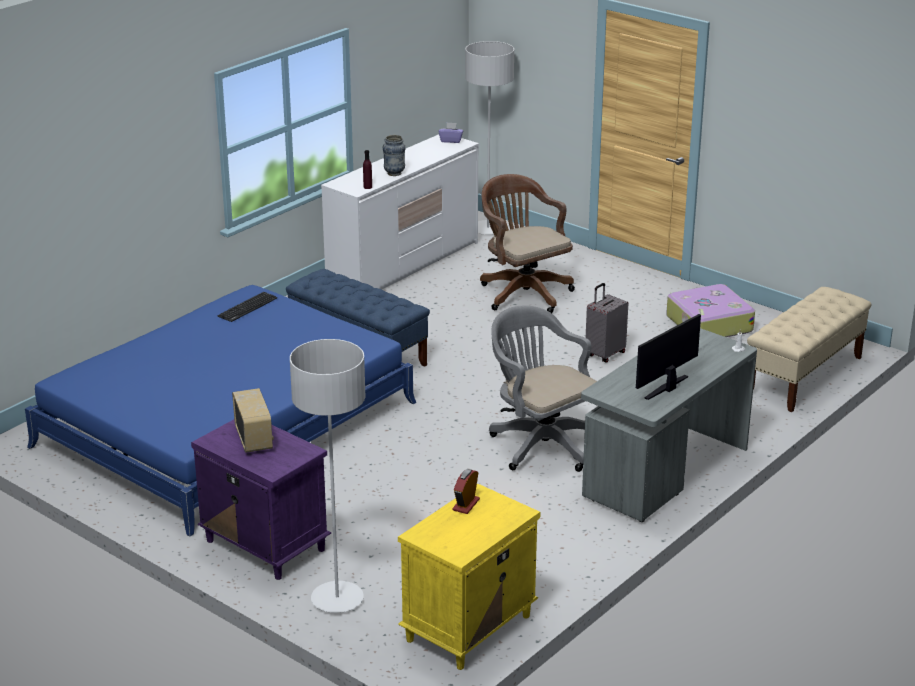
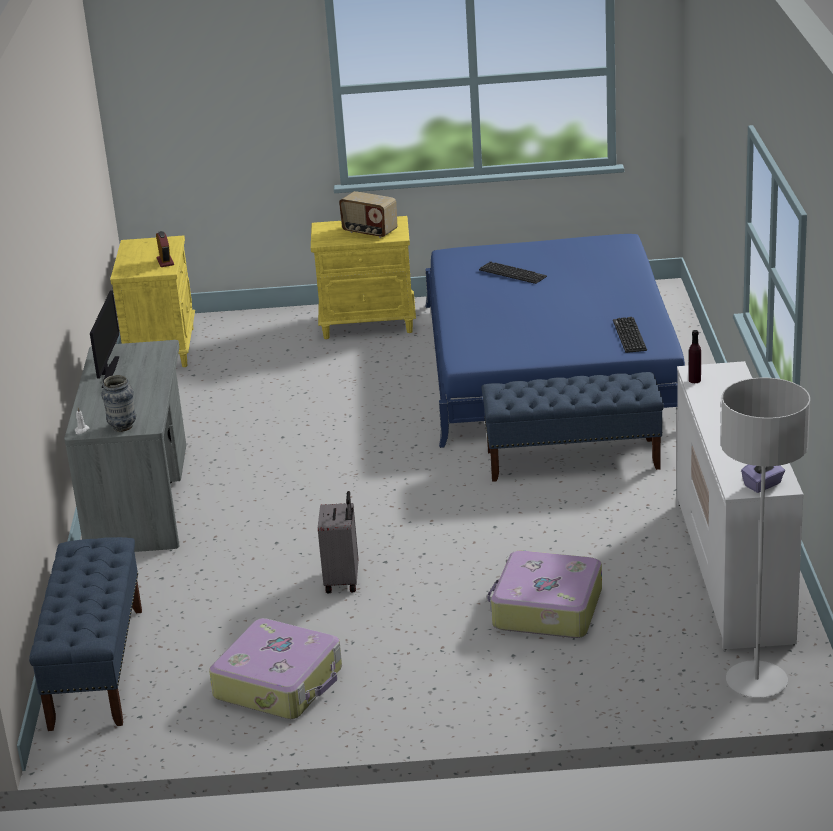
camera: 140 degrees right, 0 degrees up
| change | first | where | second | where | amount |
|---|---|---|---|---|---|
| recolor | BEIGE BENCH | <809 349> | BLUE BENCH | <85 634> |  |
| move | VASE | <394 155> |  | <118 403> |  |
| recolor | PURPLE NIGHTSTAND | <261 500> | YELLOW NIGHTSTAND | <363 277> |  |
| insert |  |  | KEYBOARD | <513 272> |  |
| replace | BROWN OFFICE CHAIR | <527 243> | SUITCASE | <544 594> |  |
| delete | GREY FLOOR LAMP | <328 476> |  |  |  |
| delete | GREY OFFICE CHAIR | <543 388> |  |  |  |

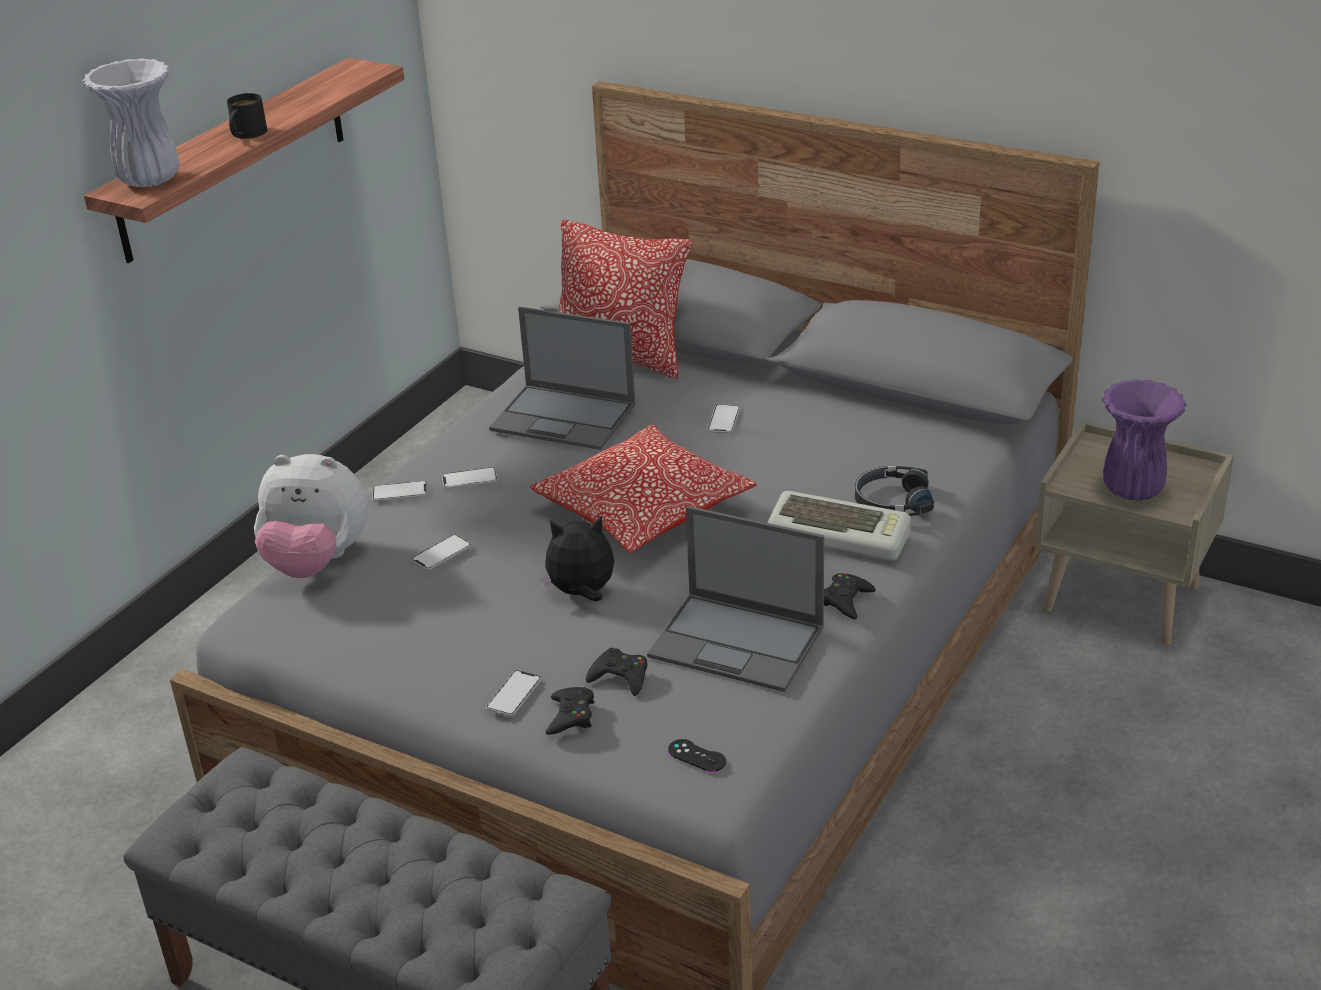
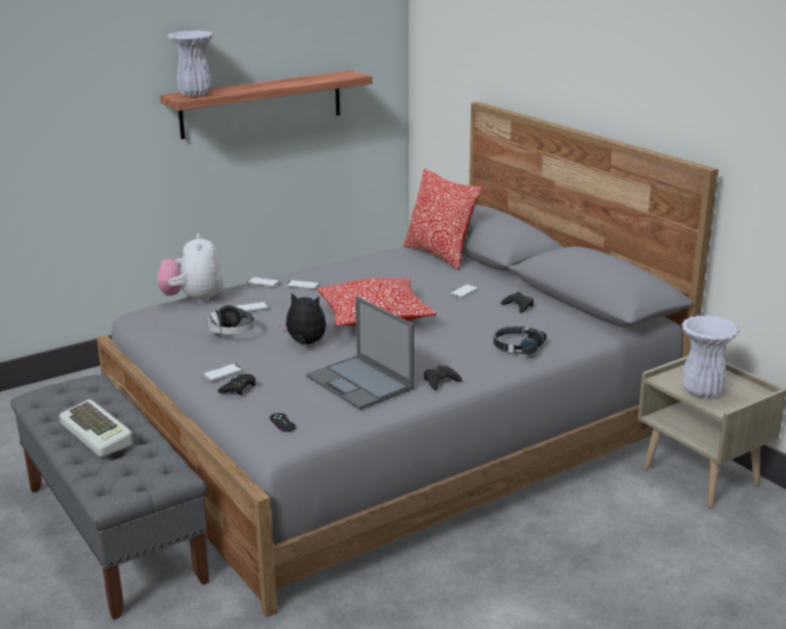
camera: 25 degrees right, 10 degrees down
| change | first | where | second | where | amount |
|---|---|---|---|---|---|
| move | KEYBOARD | <839 526> |  | <96 428> |  |
| rotate | PLUSH TOY | <311 516> |  | <191 268> | 45 degrees clockwise |
| insert |  |  | HEADPHONES | <231 319> |  |
| move | BLACK GAME CONTROLLER | <616 672> |  | <517 302> |  |
| recolor | PURPLE VASE | <1144 440> | WHITE VASE | <710 356> |  |
| delete | BLACK MUG | <247 116> |  |  |  |
| delete | LAPTOP | <562 378> |  |  |  |

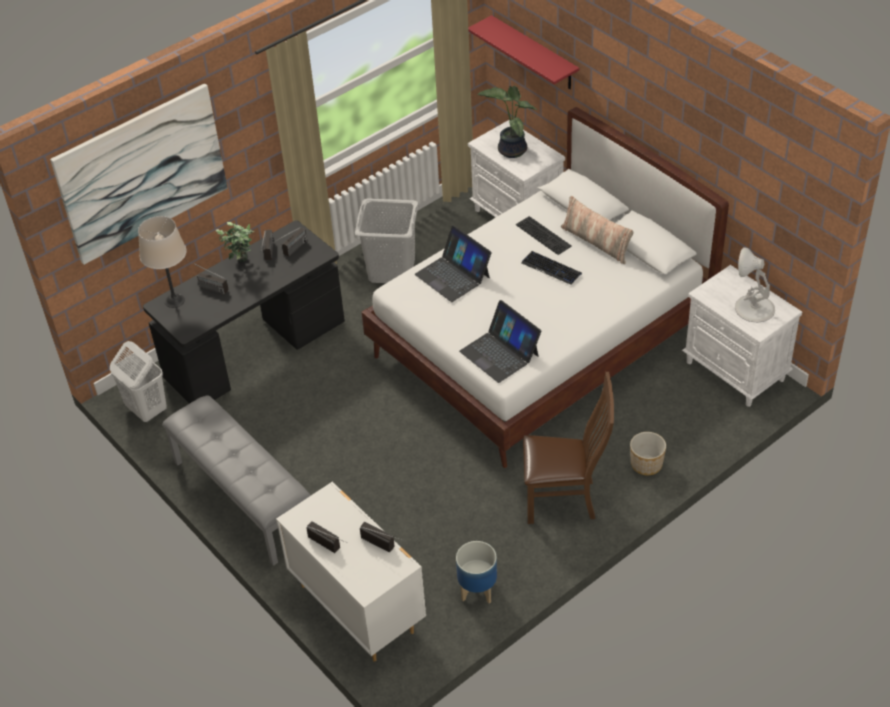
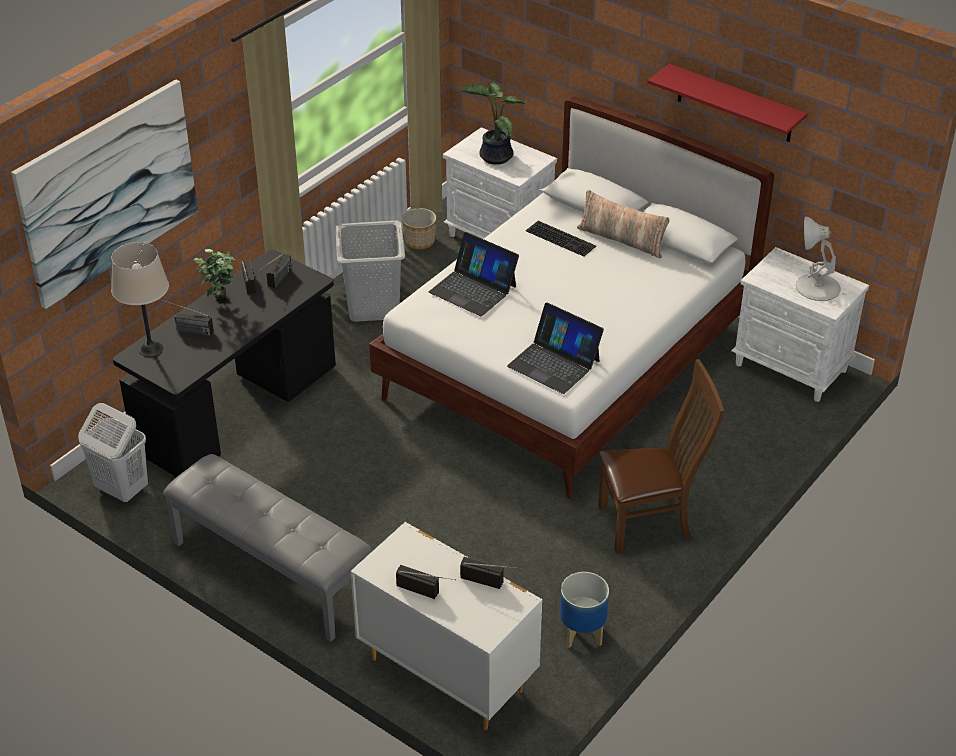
camera: 15 degrees left, 5 degrees down
| change | first | where | second | where | amount |
|---|---|---|---|---|---|
| move | PLANTER | <648 453> |  | <419 229> |  |
| move | RED SHELF | <523 52> |  | <727 103> |  |
| delete | KEYBOARD | <551 268> |  |  |  |

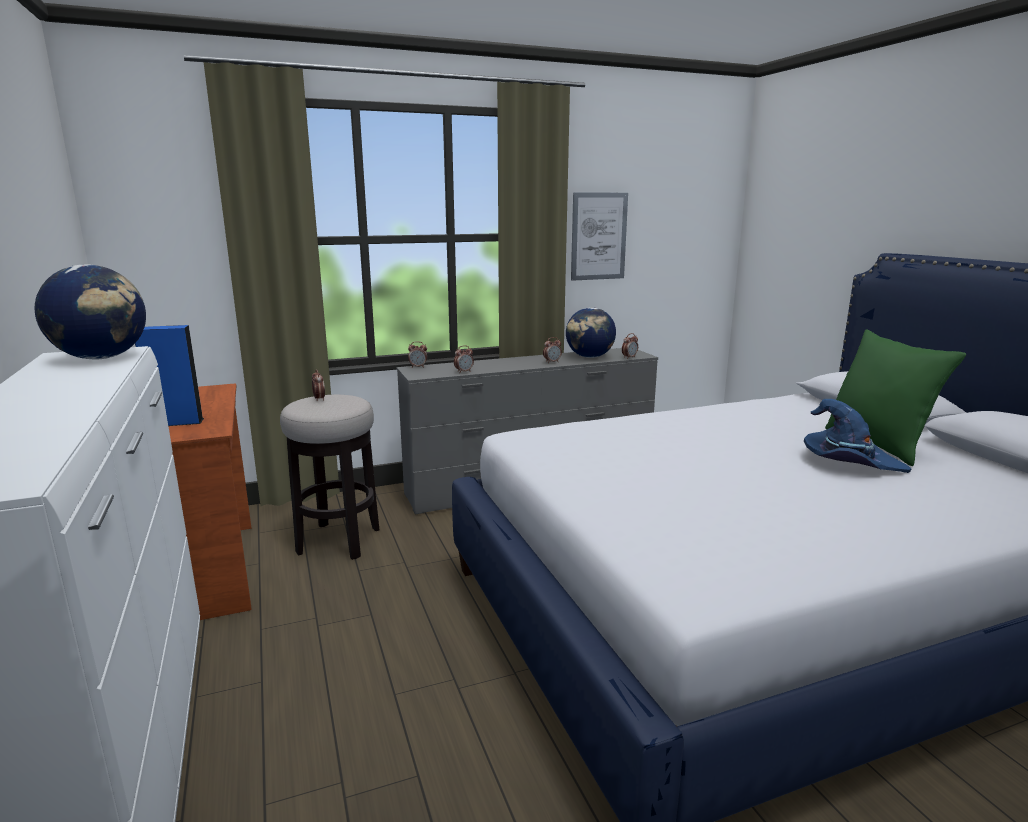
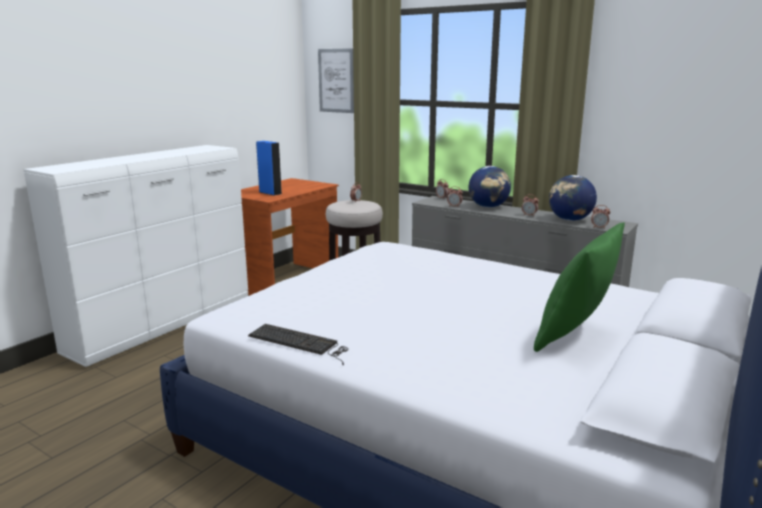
camera: 55 degrees right, 0 degrees up
| change | first | where | second | where | amount |
|---|---|---|---|---|---|
| insert |  |  | KEYBOARD | <298 344> |  |
| move | PICTURE | <599 236> |  | <336 80> |  |
| move | GLOBE | <90 312> |  | <490 187> |  |
| delete | BLUE HAT | <857 436> |  |  |  |

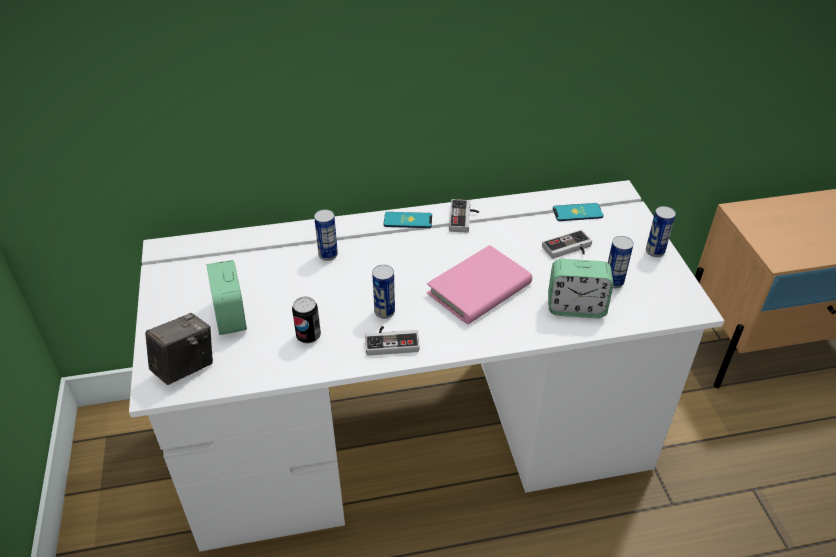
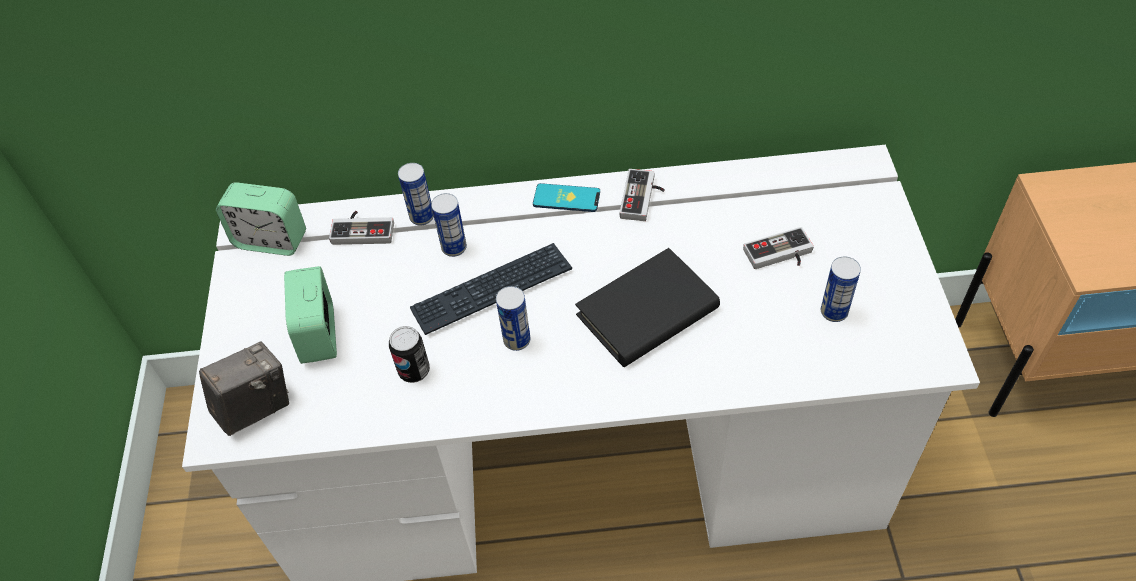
camera: 10 degrees right, 10 degrees up
| change | first | where | second | where | amount |
|---|---|---|---|---|---|
| move | ALARM CLOCK | <580 288> |  | <261 219> |  |
| move | GAME CONTROLLER | <392 341> |  | <361 228> |  |
| move | CAN | <661 231> |  | <416 194> |  |
| insert |  |  | KEYBOARD | <491 289> |  |
| recolor | PINK BOOK | <479 285> | BLACK BOOK | <647 307> |  |
| delete | PHONE | <578 212> |  |  |  |

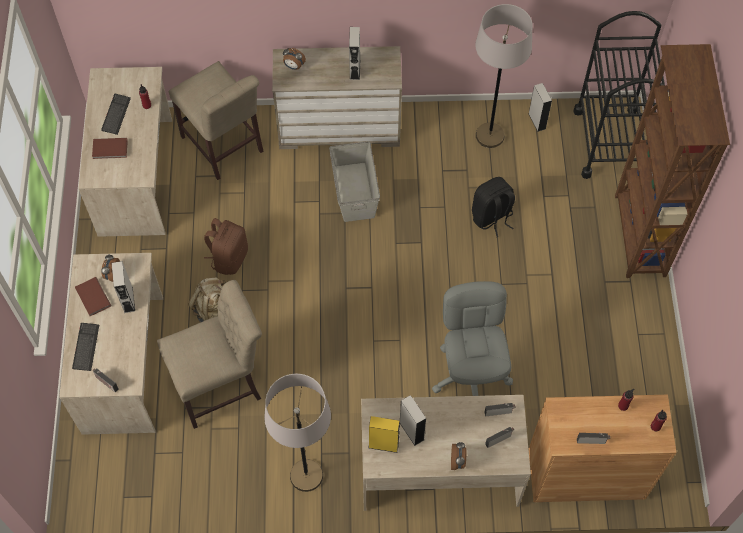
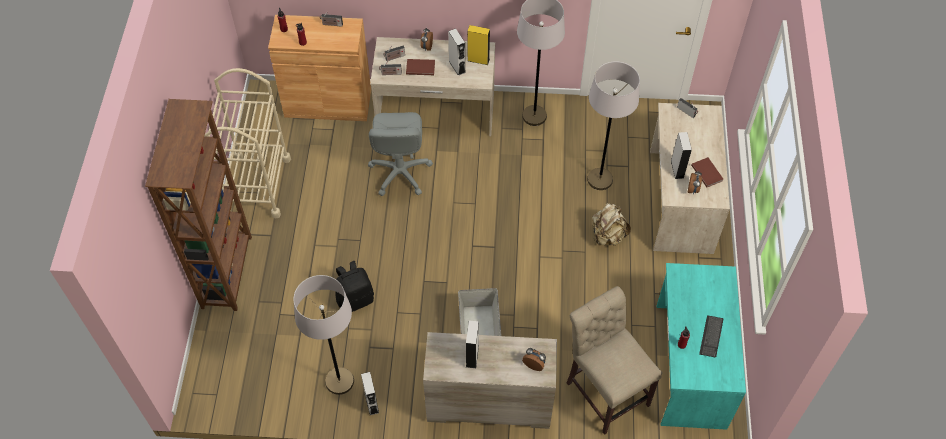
camera: 175 degrees left, 5 degrees down
| change | first | where | second | where | amount |
|---|---|---|---|---|---|
| insert |  |  | BEIGE CART | <247 143> |  |
| move | GREY SPEAKER | <540 107> |  | <370 393> |  |
| move | BROWN BOOK | <110 148> |  | <420 67> |  |
| replace | BEIGE CHAIR | <209 354> | GREY FLOOR LAMP | <613 125> |  |
| recolor | BEIGE DESK | <125 152> | TURQUOISE DESK | <701 346> |  |
| delete | KEYBOARD | <85 347> |  |  |  |
| delete | BROWN BACKPACK | <226 246> |  |  |  |
| delete | BLACK CART | <619 95> |  |  |  |

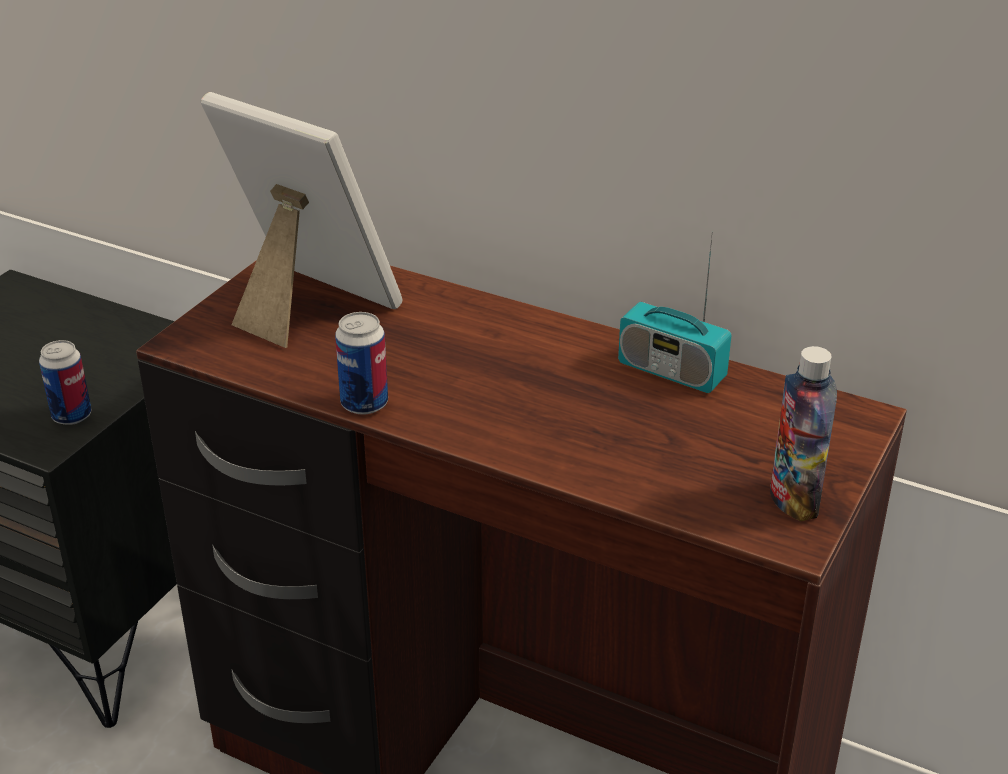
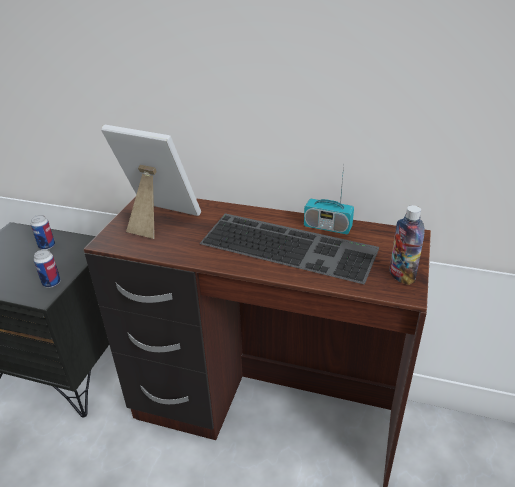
camera: 10 degrees left, 0 degrees up
| change | first | where | second | where | amount |
|---|---|---|---|---|---|
| move | CAN | <361 363> |  | <43 232> |  |
| insert |  |  | KEYBOARD | <289 248> |  |

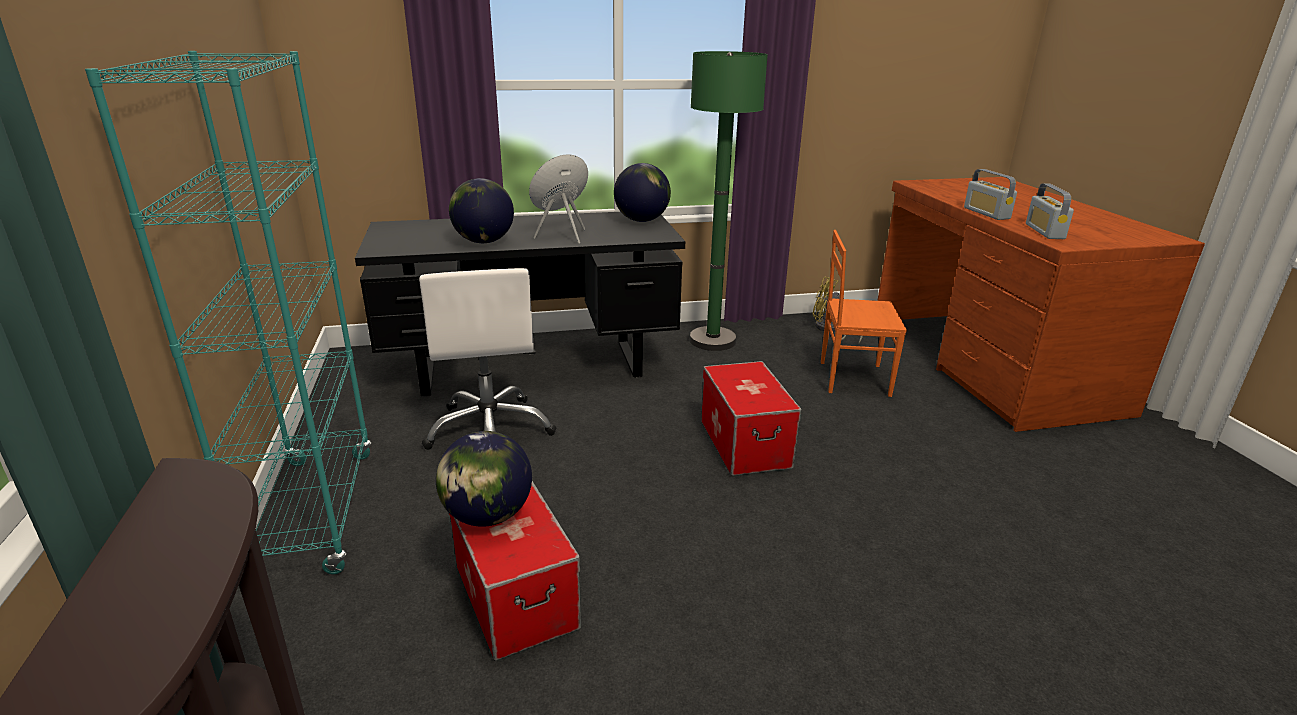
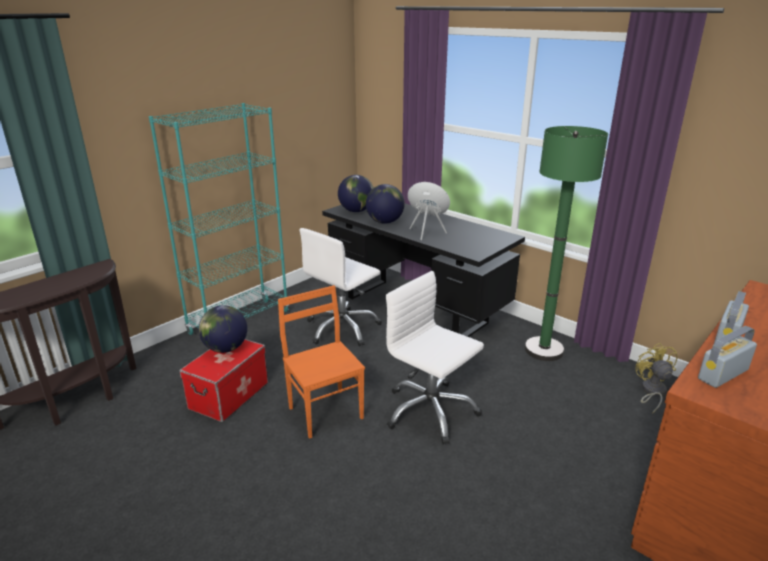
camera: 55 degrees right, 0 degrees up
| change | first | where | second | where | amount |
|---|---|---|---|---|---|
| move | ORANGE CHAIR | <864 313> |  | <321 362> |  |
| move | GLOBE | <642 192> |  | <356 193> |  |
| replace | STORAGE BOX | <751 418> | WHITE OFFICE CHAIR | <435 358> |  |

